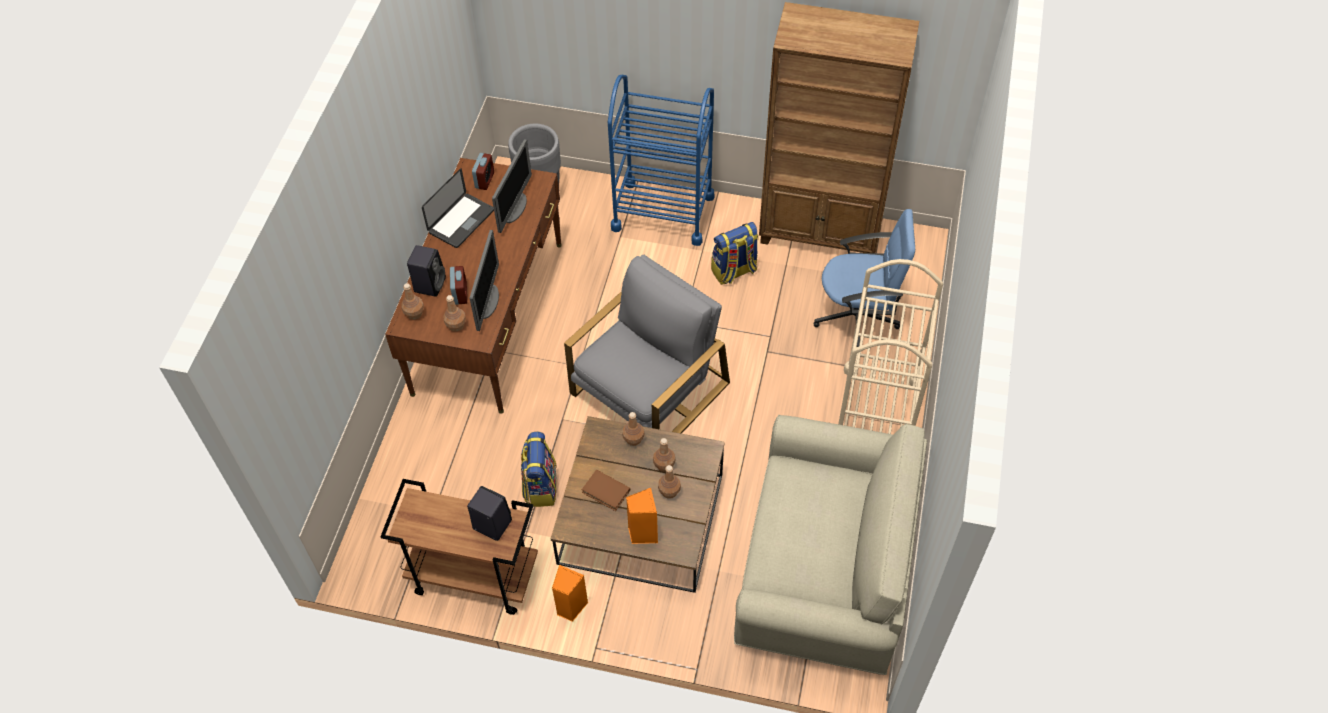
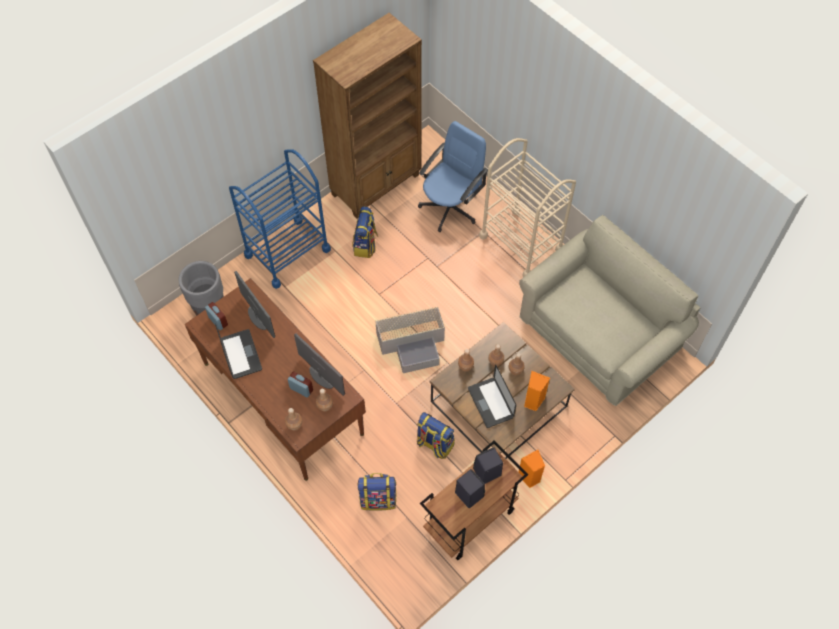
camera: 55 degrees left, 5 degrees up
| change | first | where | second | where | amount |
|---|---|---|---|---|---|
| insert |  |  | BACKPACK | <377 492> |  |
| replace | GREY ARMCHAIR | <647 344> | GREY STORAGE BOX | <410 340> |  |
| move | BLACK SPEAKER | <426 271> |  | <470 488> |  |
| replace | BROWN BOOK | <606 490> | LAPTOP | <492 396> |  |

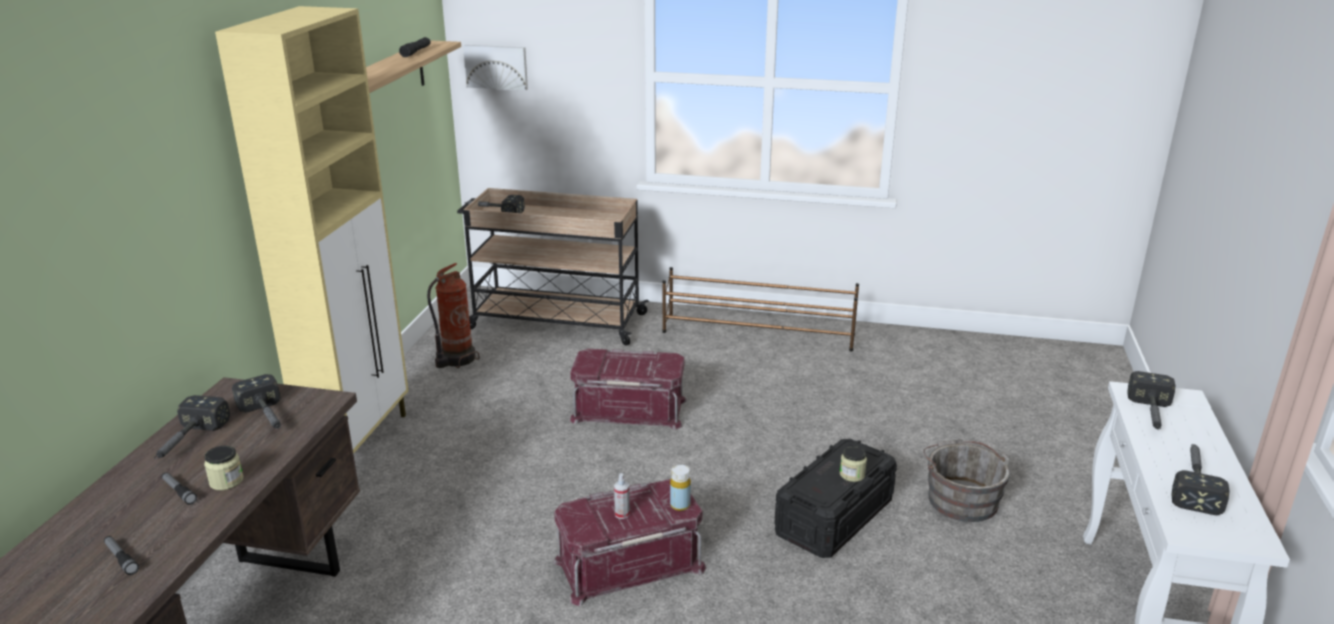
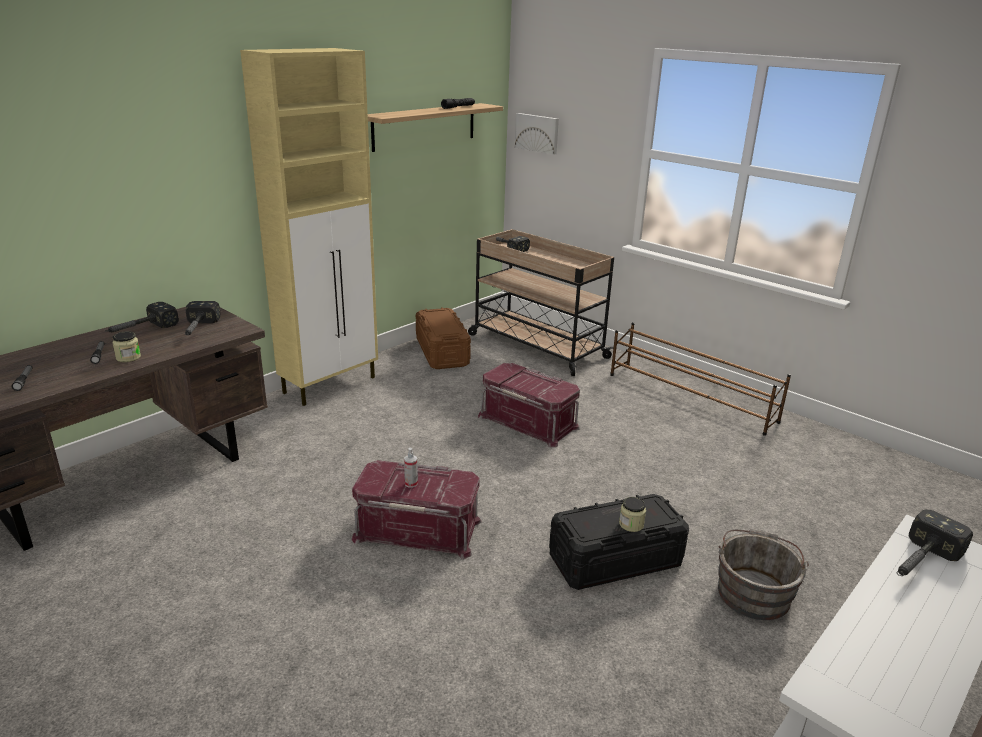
camera: 30 degrees right, 0 degrees up
| change | first | where | second | where | amount |
|---|---|---|---|---|---|
| replace | FIRE EXTINGUISHER | <453 315> | BROWN STORAGE BOX | <443 338> |  |
| delete | YELLOW BOTTLE | <680 488> |  |  |  |
| delete | HAMMER | <1200 479> |  |  |  |

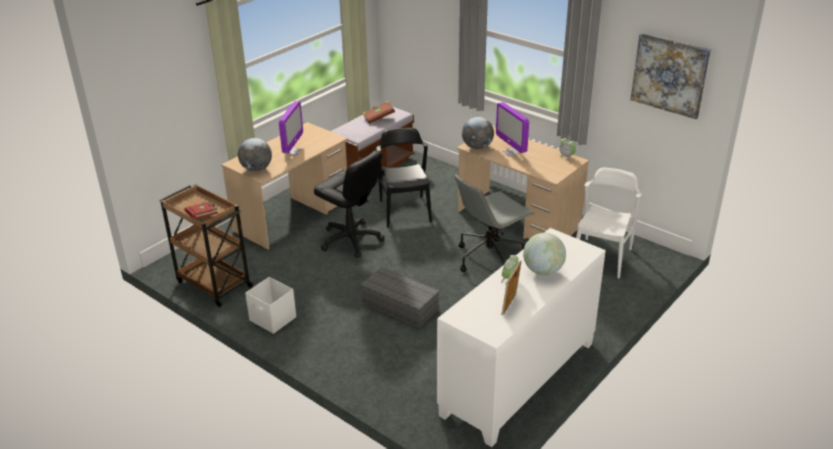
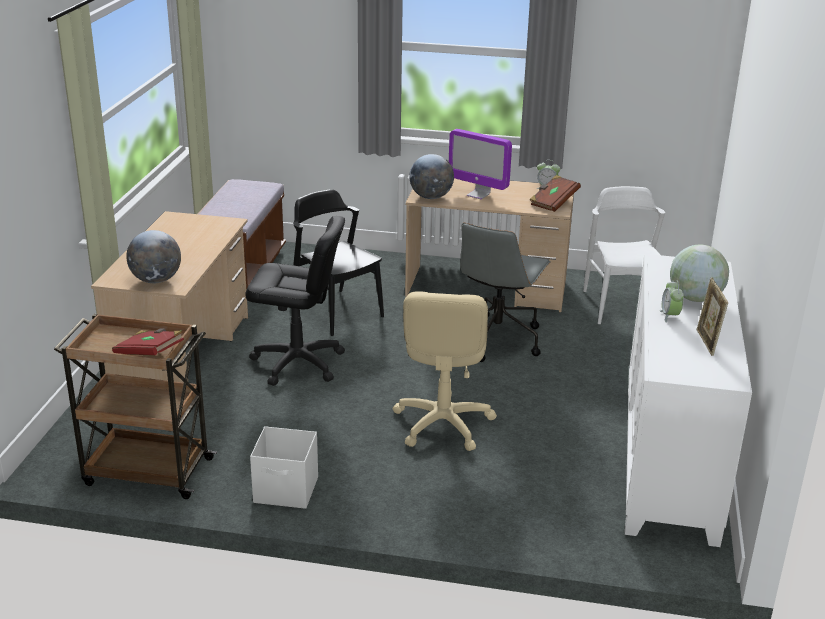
camera: 30 degrees left, 5 degrees down
| change | first | where | second | where | amount |
|---|---|---|---|---|---|
| replace | GREY STORAGE BOX | <400 297> | BEIGE OFFICE CHAIR | <445 371> |  |
| move | BROWN BOOK | <378 112> |  | <555 193> |  |
| delete | MONITOR | <291 128> |  |  |  |
| delete | PICTURE | <671 75> |  |  |  |

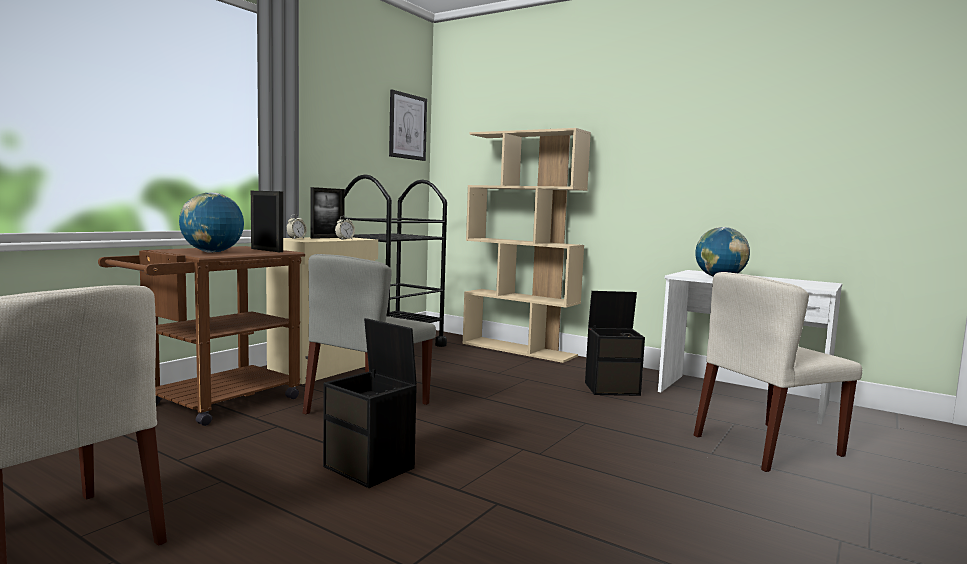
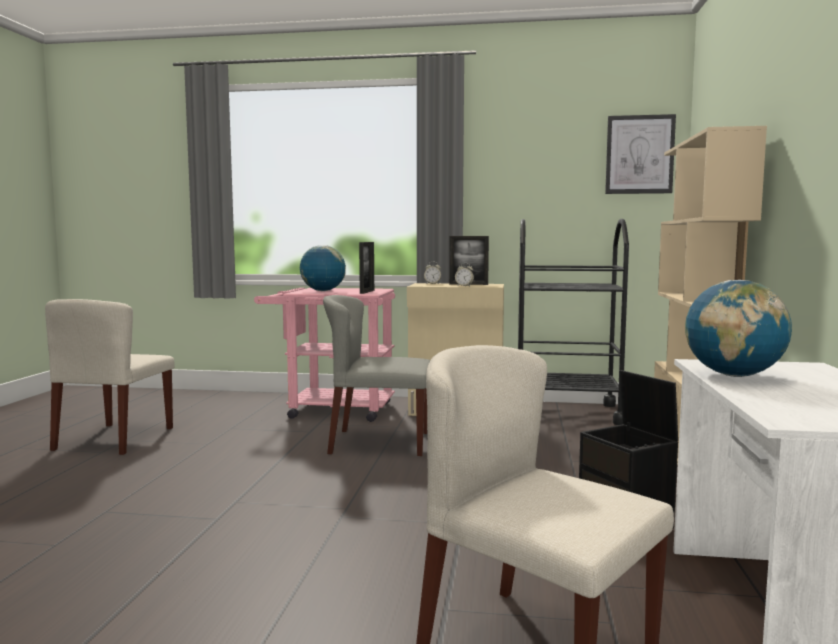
camera: 65 degrees right, 0 degrees up
| change | first | where | second | where | amount |
|---|---|---|---|---|---|
| recolor | BROWN CART | <201 336> | PINK CART | <324 355> |  |
| delete | BLACK STORAGE BOX | <370 403> |  |  |  |

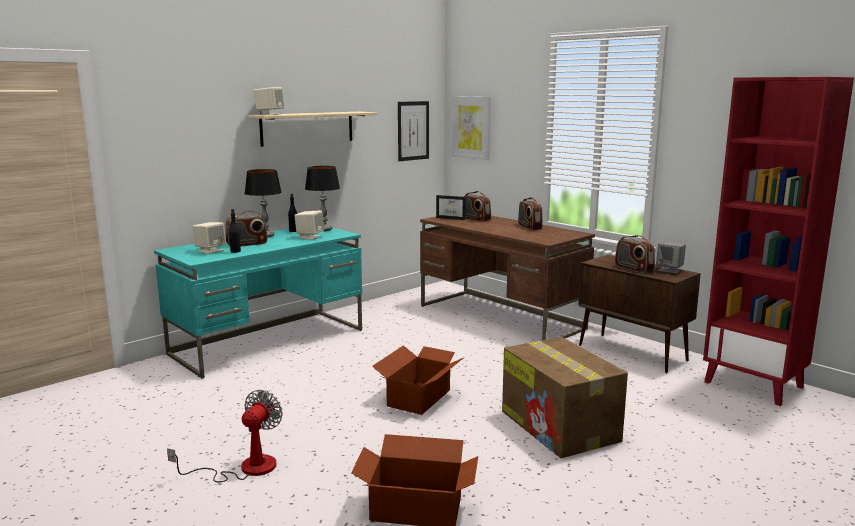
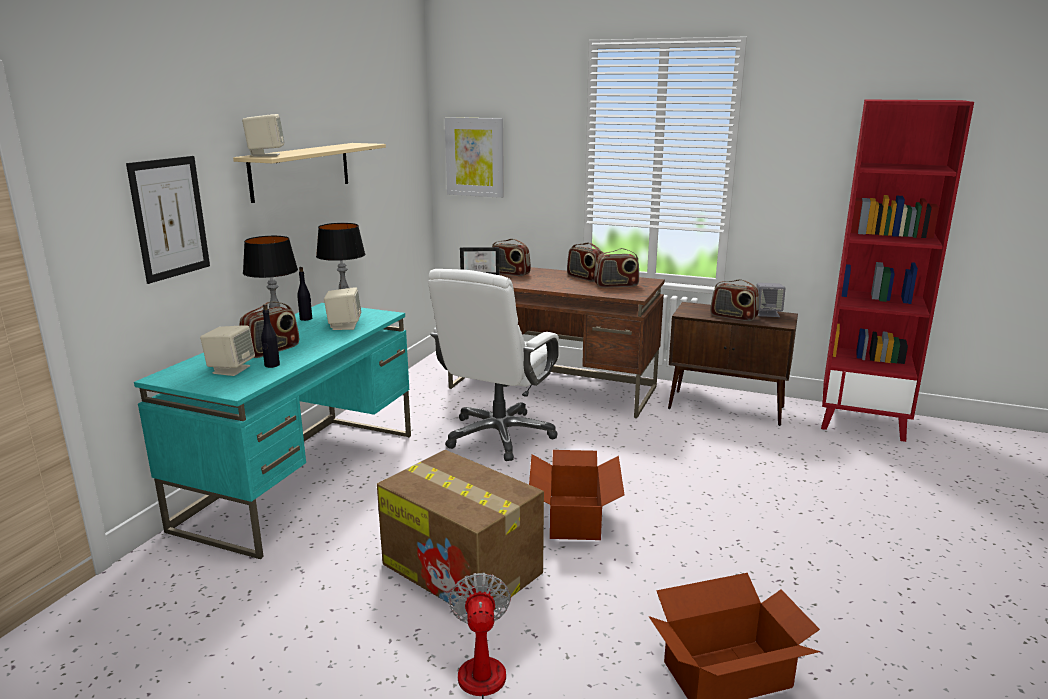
camera: 25 degrees left, 5 degrees up
| change | first | where | second | where | amount |
|---|---|---|---|---|---|
| move | PICTURE | <413 131> |  | <168 220> |  |
| move | CARDBOARD BOX | <565 397> |  | <460 532> |  |
| insert |  |  | WHITE OFFICE CHAIR | <494 365> |  |
| insert |  |  | RADIO | <616 268> |  |

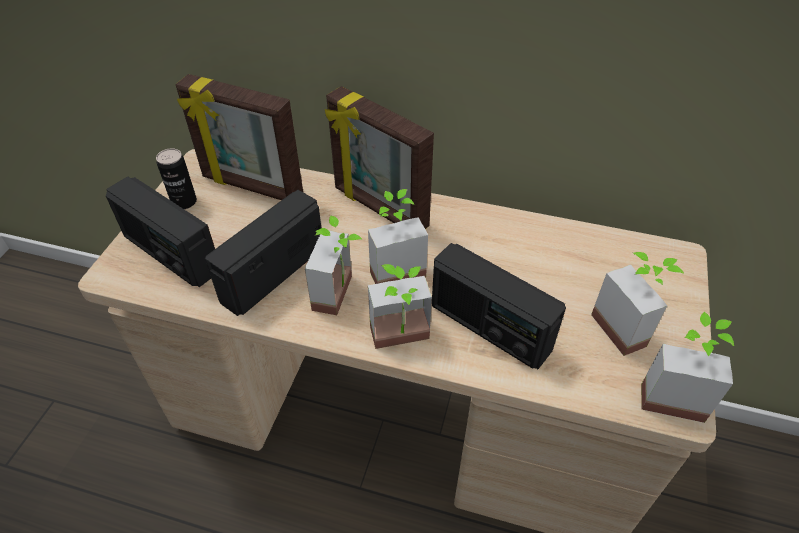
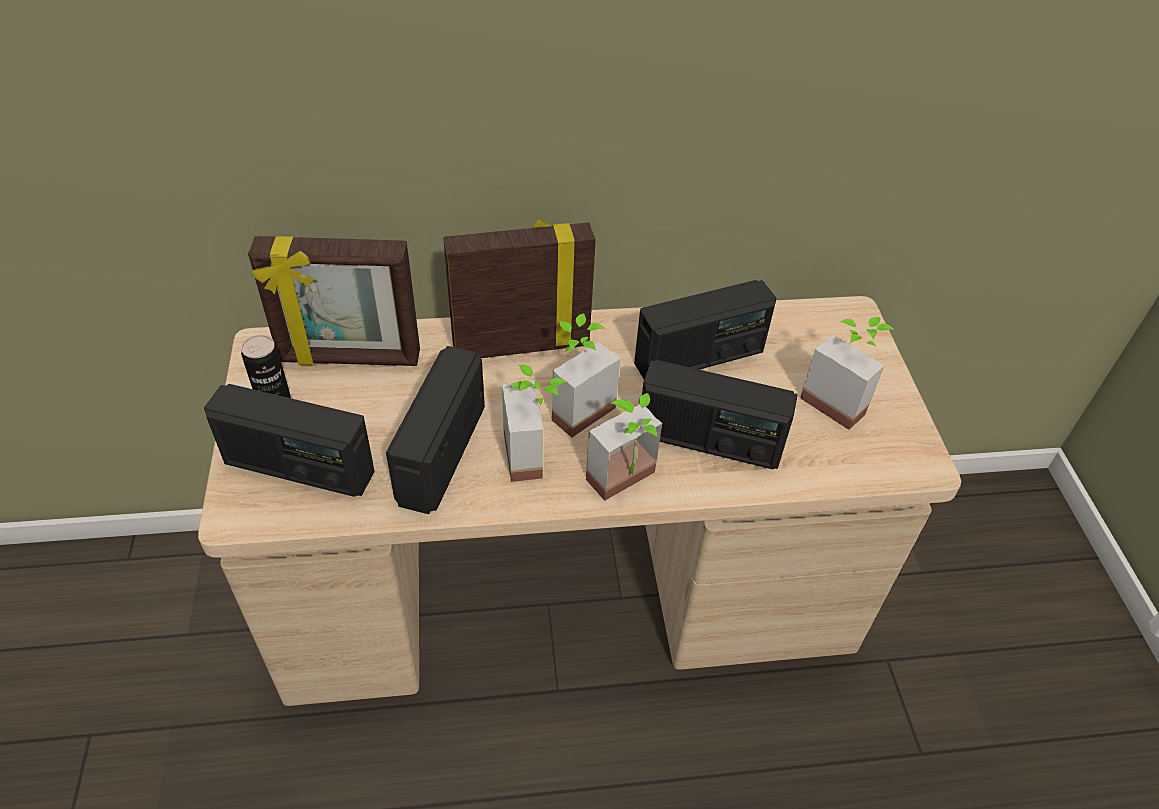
camera: 25 degrees left, 0 degrees up
| change | first | where | second | where | amount |
|---|---|---|---|---|---|
| rotate | PICTURE FRAME | <379 157> |  | <519 288> | 150 degrees clockwise |
| insert |  |  | RADIO | <705 329> |  |
| delete | POTTED PLANT | <687 367> |  |  |  |

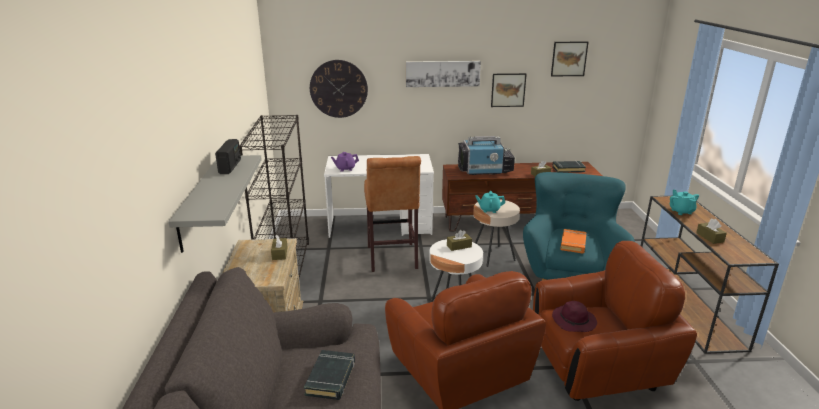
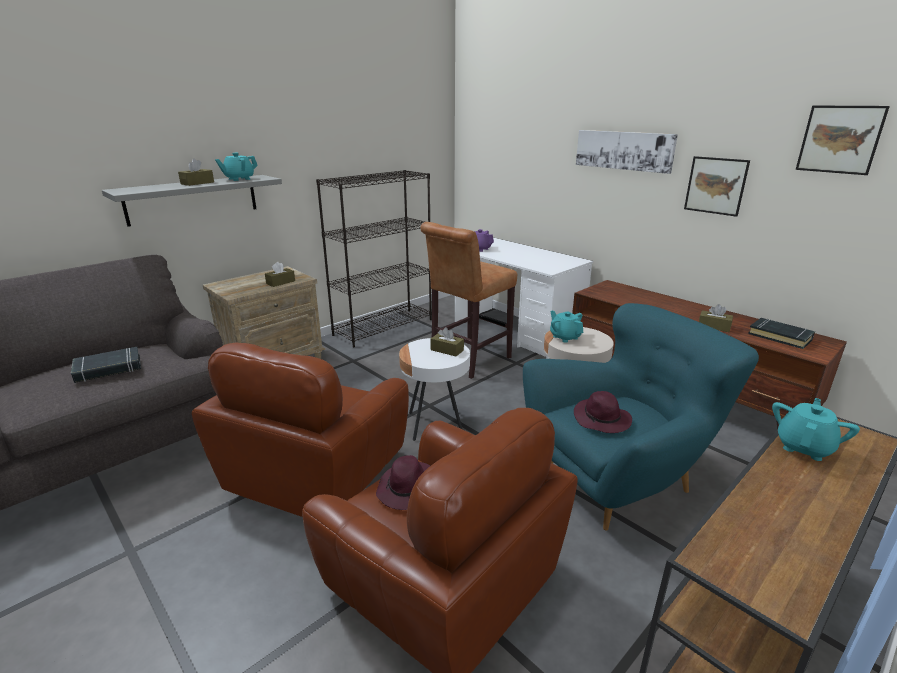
camera: 50 degrees right, 0 degrees up
| change | first | where | second | where | amount |
|---|---|---|---|---|---|
| move | BROWN TISSUE BOX | <711 231> |  | <196 172> |  |
| replace | RADIO | <228 156> | TURQUOISE TEAPOT | <236 167> |  |
| replace | ORANGE BOOK | <573 241> | PURPLE HAT | <603 412> |  |
| delete | WALL CLOCK | <339 89> |  |  |  |
| delete | TELEVISION | <486 155> |  |  |  |

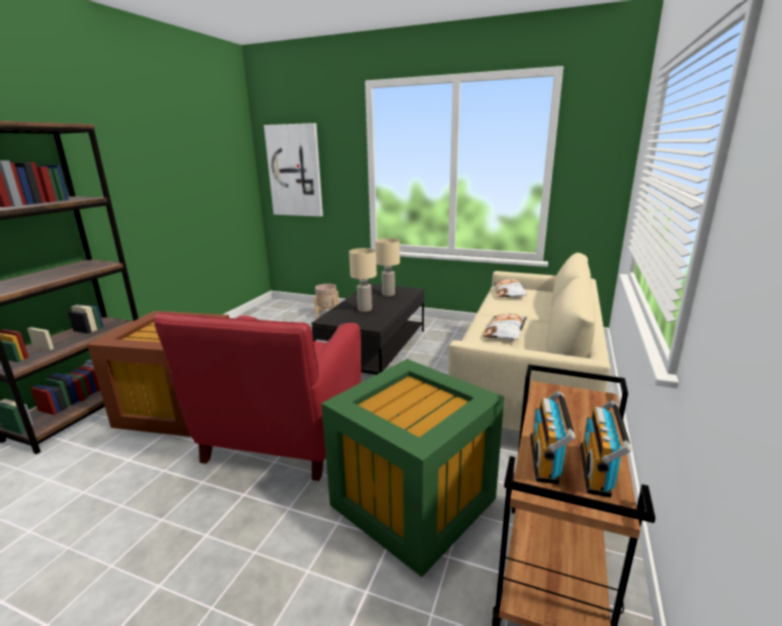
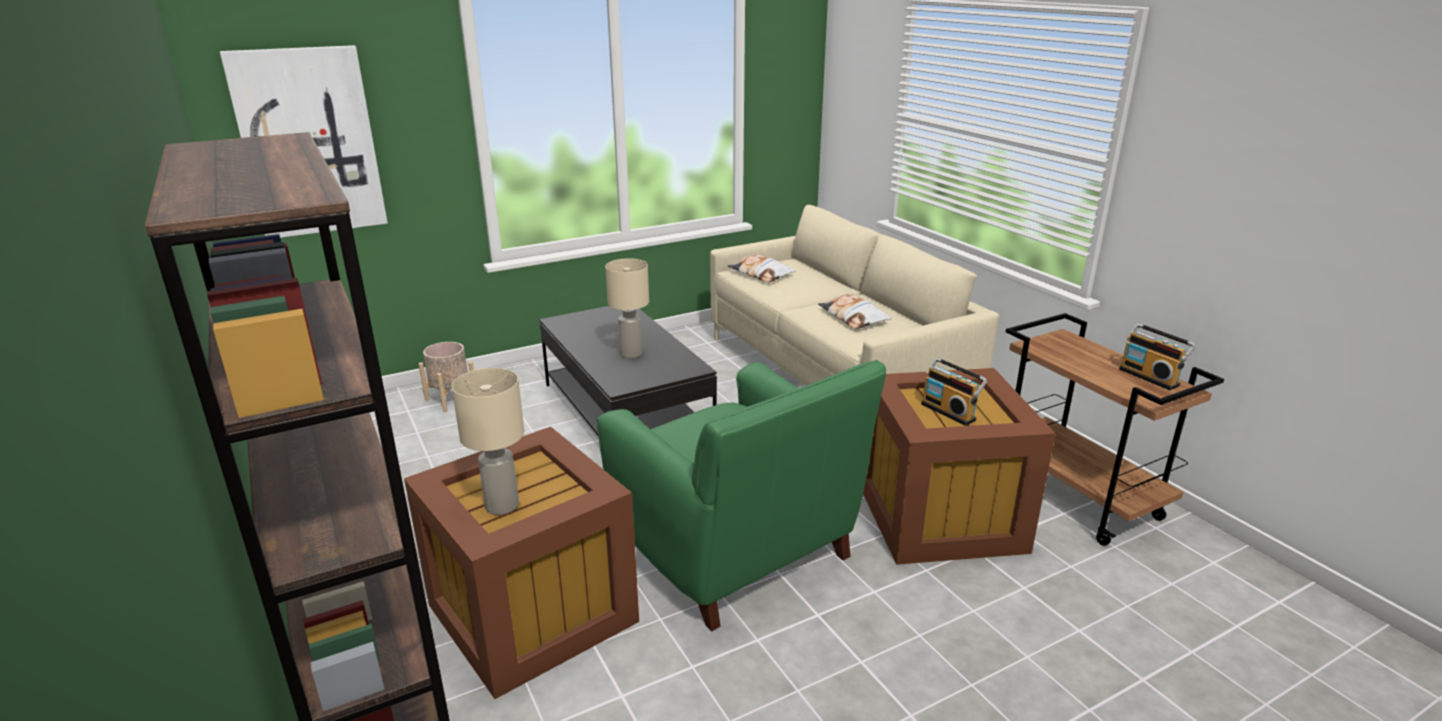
camera: 50 degrees left, 5 degrees up
| change | first | where | second | where | amount |
|---|---|---|---|---|---|
| move | BEIGE TABLE LAMP | <387 267> |  | <488 441> |  |
| recolor | RED ARMCHAIR | <257 396> | GREEN ARMCHAIR | <741 495> |  |
| recolor | GREEN STORAGE BOX | <412 468> | BROWN STORAGE BOX | <959 466> |  |
| move | RADIO | <552 437> |  | <954 392> |  |

